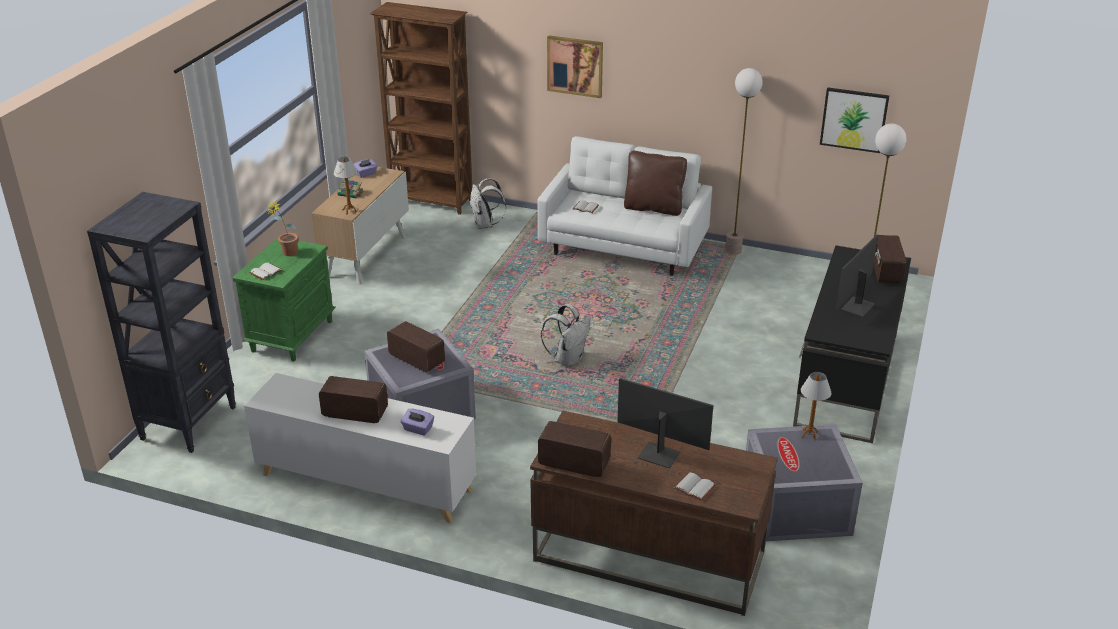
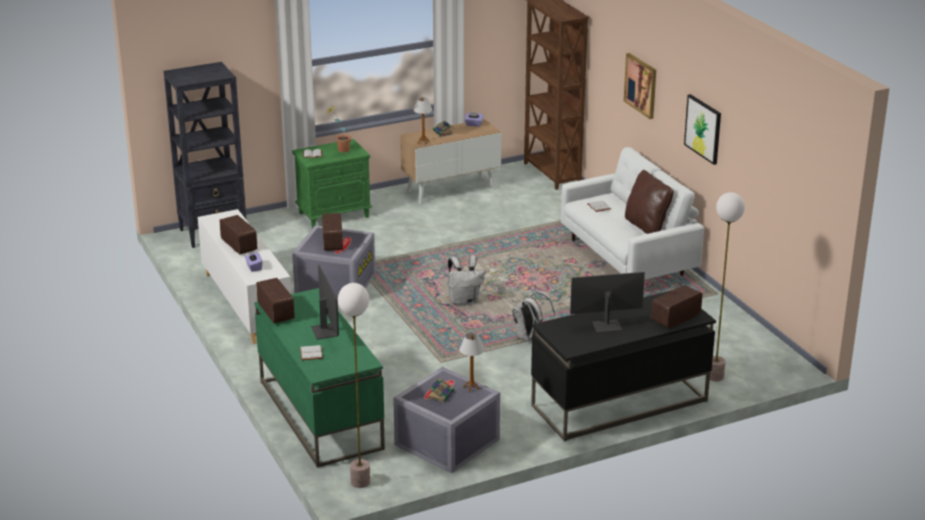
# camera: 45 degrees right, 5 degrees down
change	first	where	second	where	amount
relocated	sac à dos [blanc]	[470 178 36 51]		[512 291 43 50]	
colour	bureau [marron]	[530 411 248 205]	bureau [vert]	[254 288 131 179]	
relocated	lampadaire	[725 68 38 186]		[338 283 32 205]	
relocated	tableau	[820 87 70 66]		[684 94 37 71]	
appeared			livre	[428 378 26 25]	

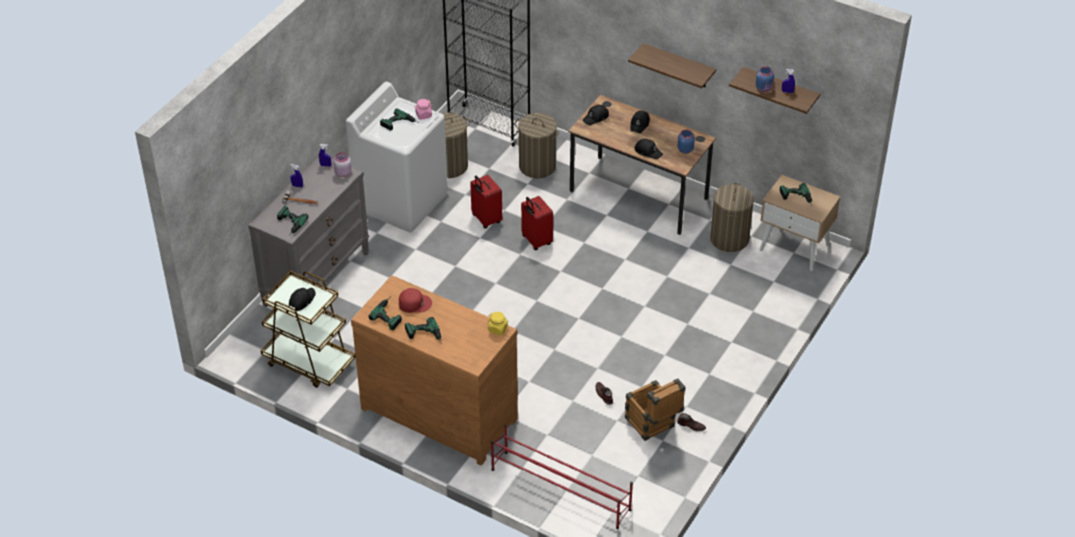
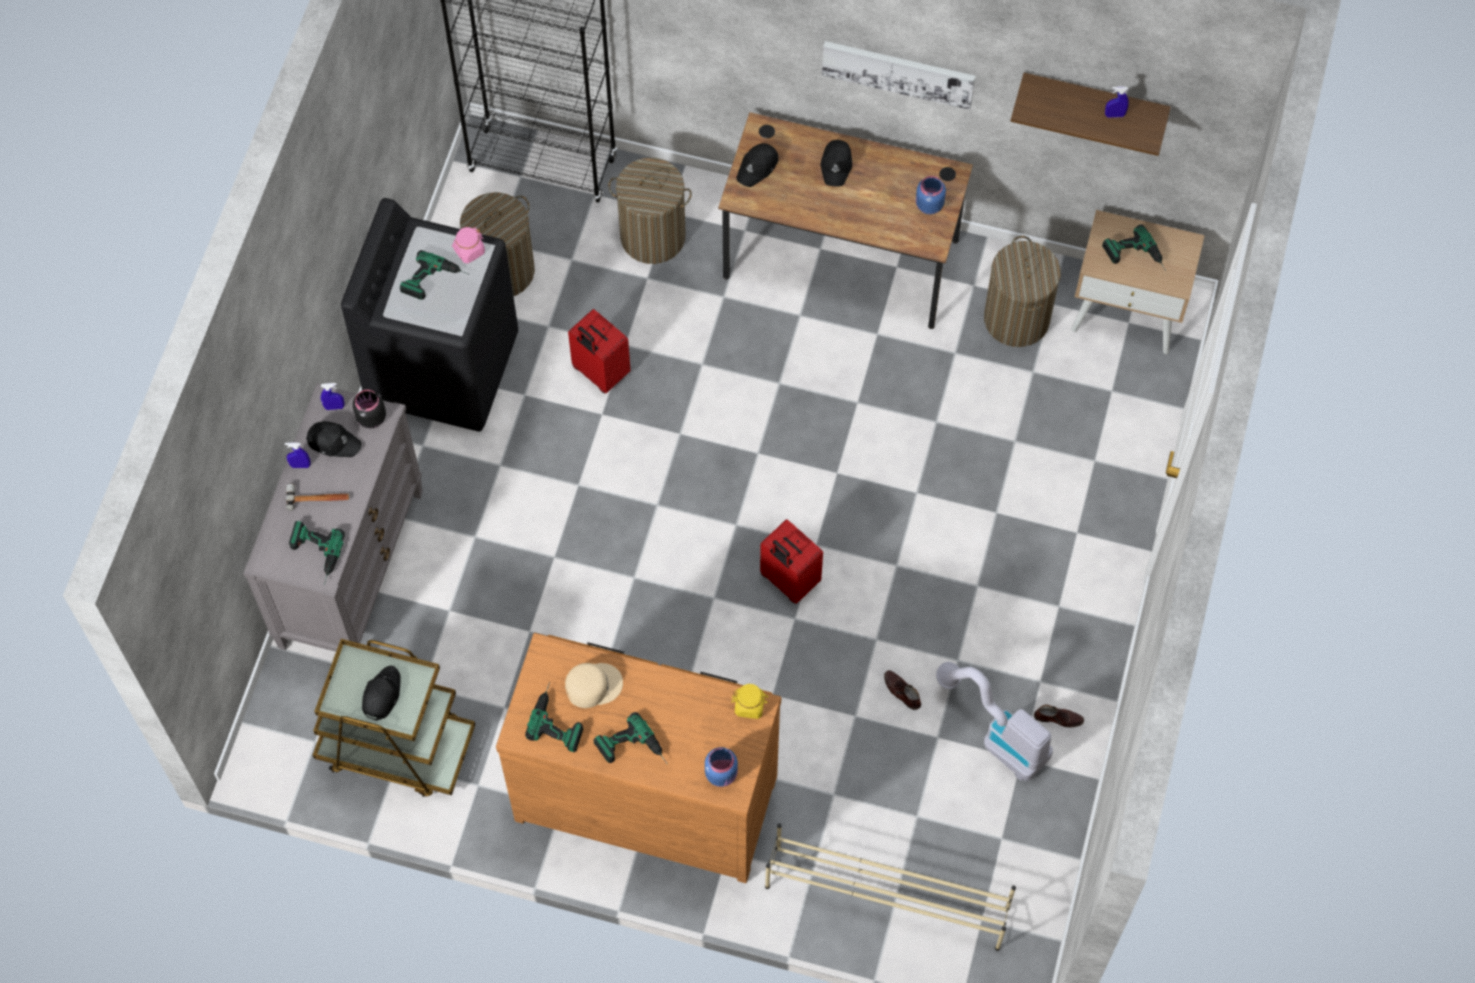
# camera: 15 degrees left, 20 degrees up
change	first	where	second	where	amount
colour	bocal [rose]	[334 152 18 25]	bocal [noir]	[353 390 33 38]	
colour	lave-linge [blanc]	[346 82 102 151]	lave-linge [noir]	[341 198 177 234]	
colour	casquette [rouge]	[399 288 33 25]	casquette [beige]	[565 663 58 45]	
colour	étagère à chaussures [rouge]	[491 424 142 105]	étagère à chaussures [beige]	[765 823 251 128]	
relocated	valise [rouge]	[521 196 32 54]		[760 519 63 85]	
exchanged	caisse	[625 379 60 62]	aspirateur	[936 662 117 119]	
exchanged	étagère	[628 43 88 45]	tableau	[822 41 153 69]	
relocated	casquette [noir]	[634 139 29 20]		[306 421 56 36]	
relocated	bocal [bleu]	[756 66 18 26]		[705 747 33 40]	

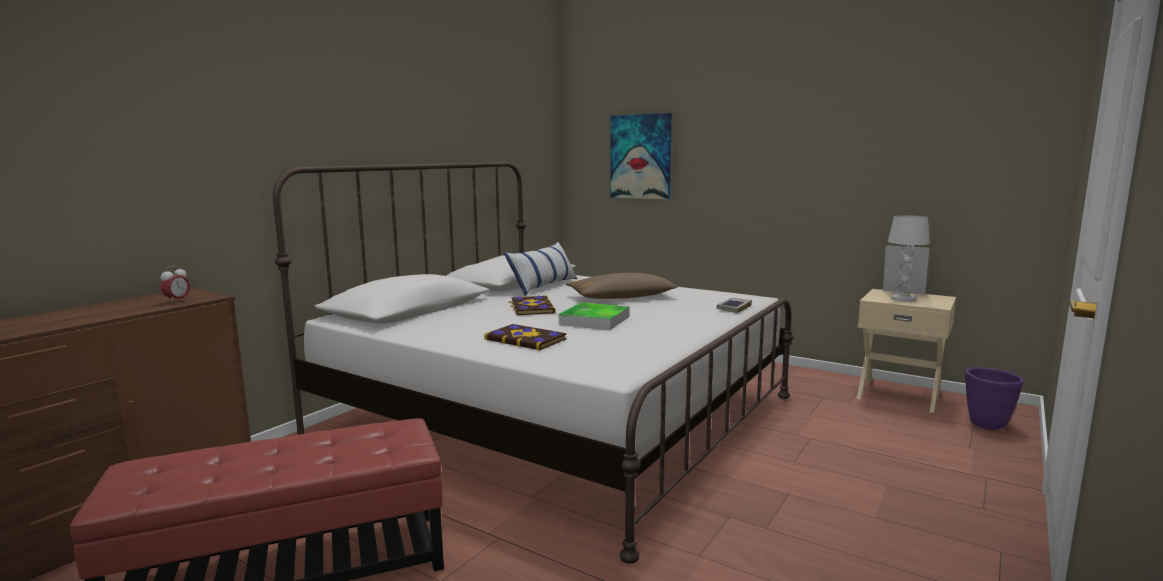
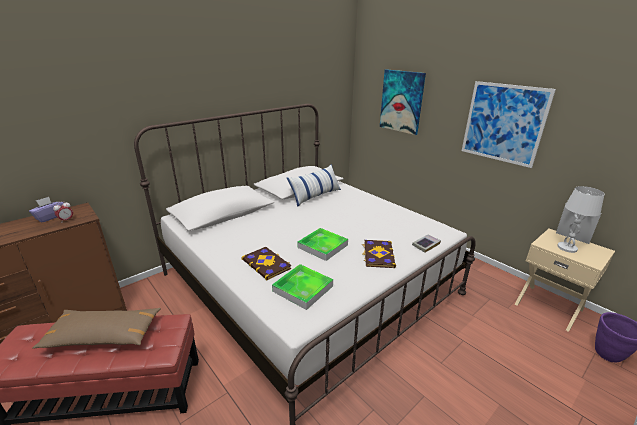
# camera: 15 degrees right, 15 degrees up
change	first	where	second	where	amount
relocated	livre	[509 295 46 20]		[362 240 34 28]	
relocated	coussin [marron]	[566 273 112 26]		[32 308 129 41]	
appeared			boîte à mouchoirs [violet]	[29 197 35 26]	
appeared			plateau	[272 264 61 46]	
appeared			tableau	[462 81 94 87]	

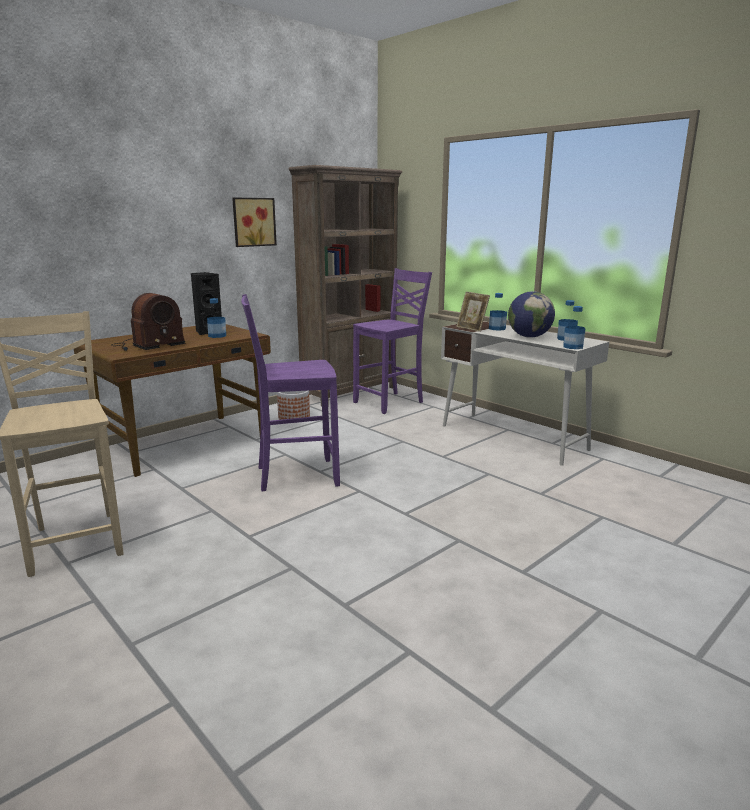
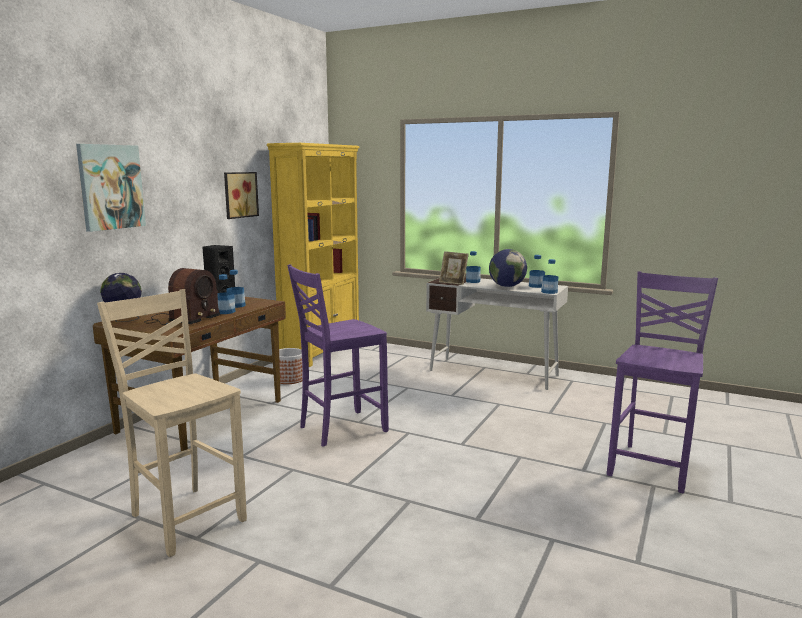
# camera: 20 degrees left, 5 degrees down
change	first	where	second	where	amount
colour	bibliothèque [marron]	[288 165 114 241]	bibliothèque [jaune]	[267 143 93 224]	
relocated	chaise [violet]	[353 268 79 146]		[607 272 111 222]	
appeared			tableau	[76 144 70 88]	
appeared			globe	[100 273 42 49]	
appeared			bouteille	[217 274 18 40]	

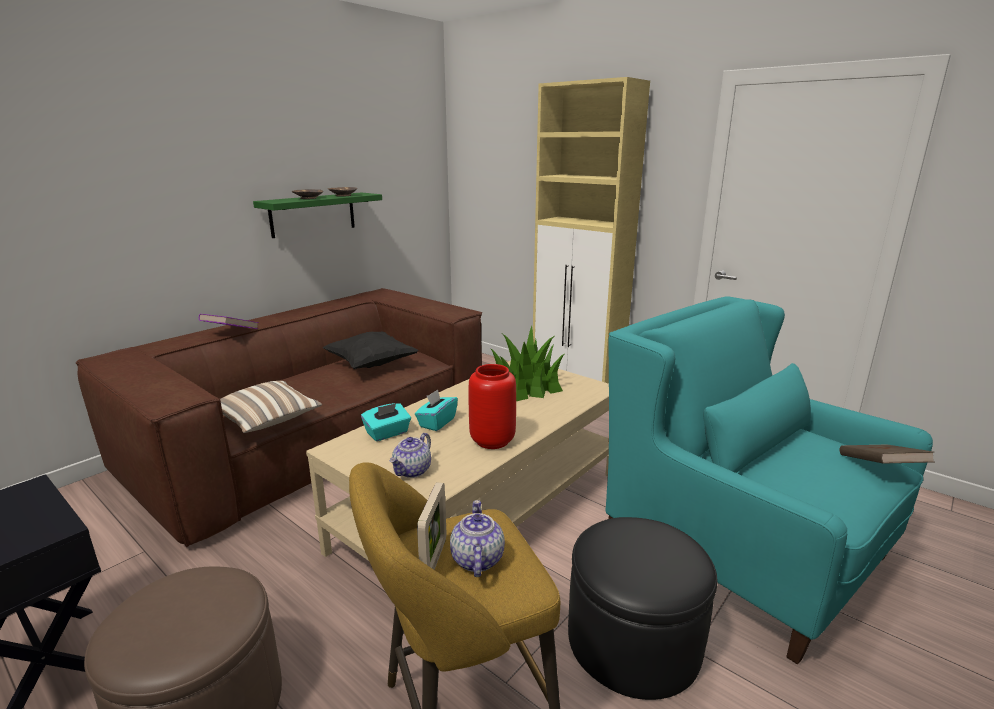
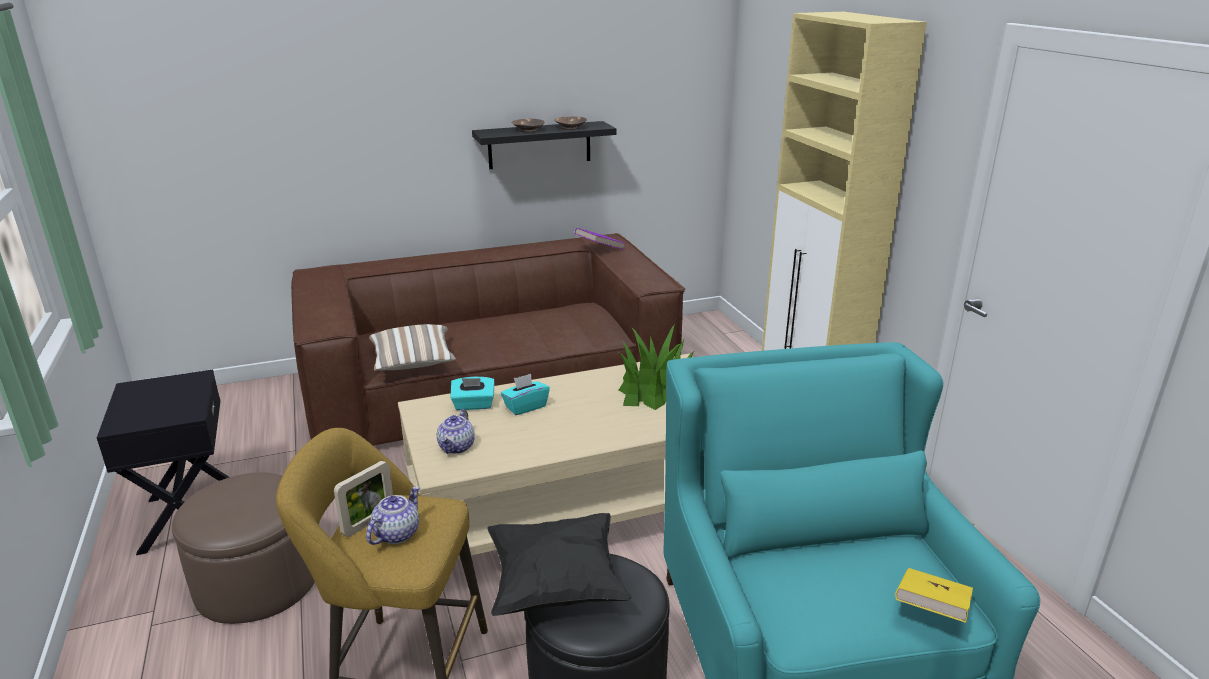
# camera: 30 degrees right, 5 degrees up
change	first	where	second	where	amount
relocated	livre [violet]	[199 314 60 15]		[575 228 51 22]	
colour	étagère [vert]	[253 192 129 46]	étagère [noir]	[472 121 144 48]	
relocated	coussin [noir]	[322 331 97 38]		[488 513 144 103]	
spun	théière	[390 433 41 45]		[437 410 38 44]	45 degrees counterclockwise
missing	vase [rouge]	[468 364 48 85]			
colour	livre [marron]	[839 445 95 19]	livre [jaune]	[895 568 78 55]	

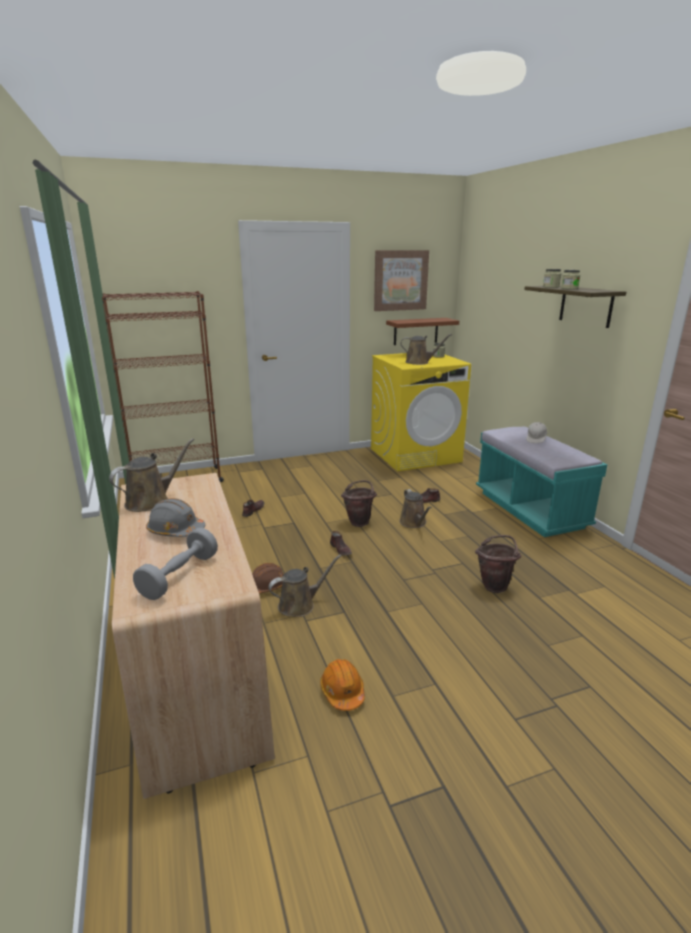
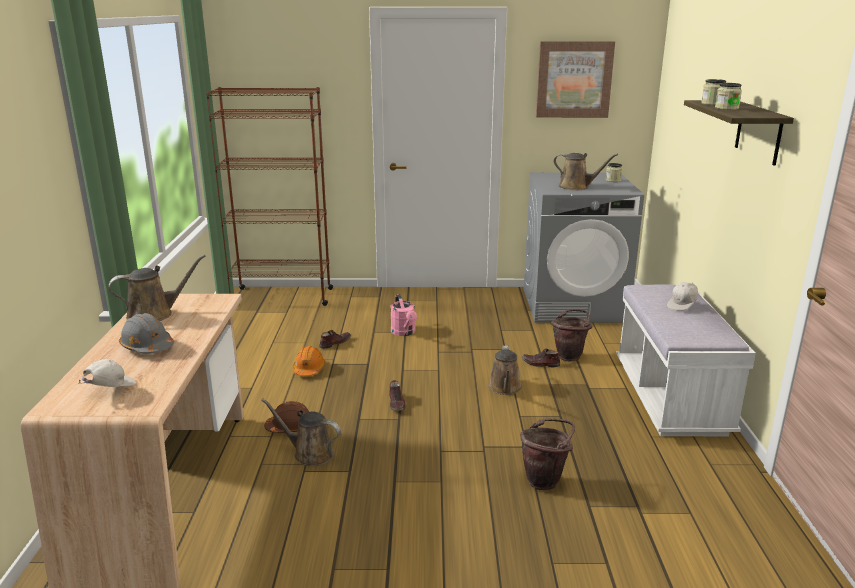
# camera: 20 degrees right, 0 degrees up
change	first	where	second	where	amount
exchanged	haltère [gris]	[133 528 85 72]	casquette [blanc]	[79 359 58 28]	
spun	arrosoir [marron]	[268 554 74 63]		[261 399 80 67]	150 degrees counterclockwise
relocated	casque de chantier [orange]	[320 659 45 52]		[293 346 32 30]	
relocated	seau [marron]	[341 480 36 47]		[551 309 41 52]	
colour	lave-linge [jaune]	[371 353 100 118]	lave-linge [gris]	[524 172 120 151]	
missing	étagère [marron]	[386 318 73 27]			
colour	banc [turquoise]	[476 427 131 110]	banc [blanc]	[616 284 140 152]	
appeared			arrosoir [rose]	[390 294 27 42]	

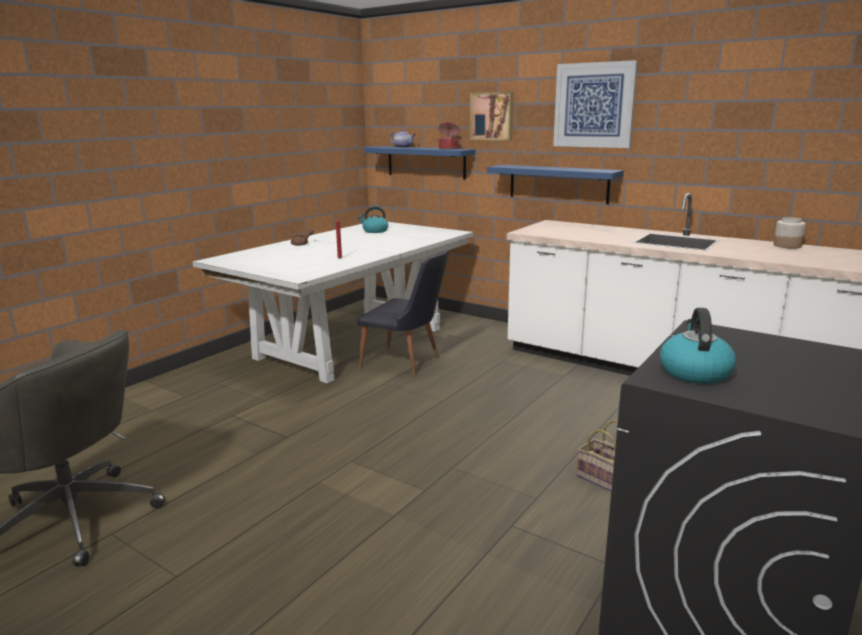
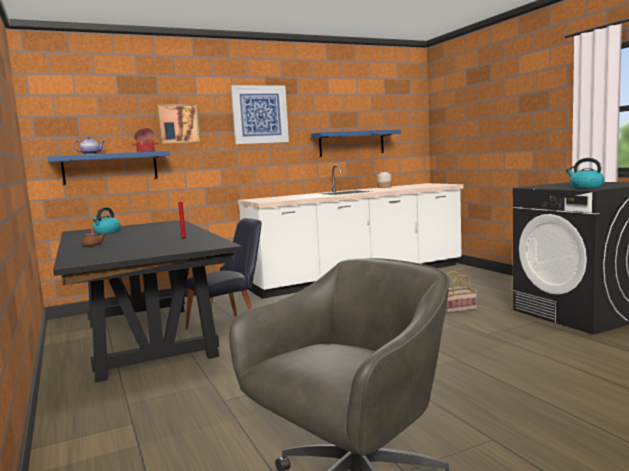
# camera: 60 degrees left, 10 degrees down
change	first	where	second	where	amount
colour	table à manger [blanc]	[192 222 281 161]	table à manger [noir]	[53 220 189 163]	
relocated	étagère [bleu]	[487 165 137 39]		[311 129 90 27]	

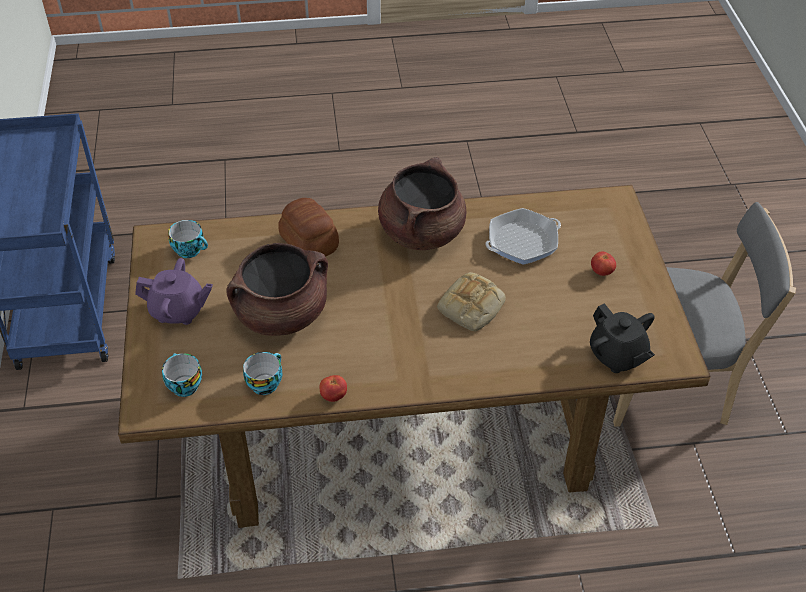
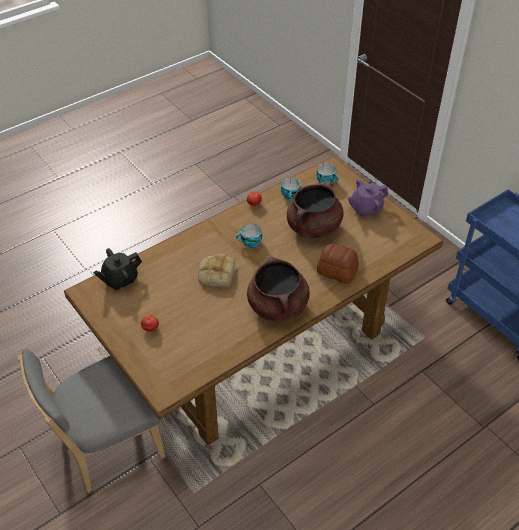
# camera: 150 degrees right, 0 degrees up
change	first	where	second	where	amount
relocated	tasse	[168 220 40 38]		[236 224 26 24]	
missing	poêle	[486 208 75 57]			
spun	théière [noir]	[590 303 65 70]		[93 248 49 42]	60 degrees counterclockwise

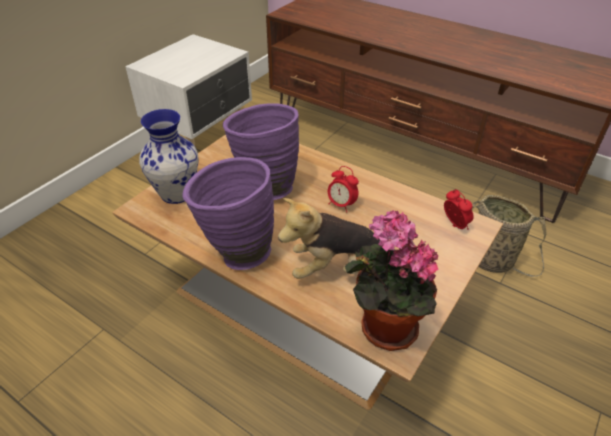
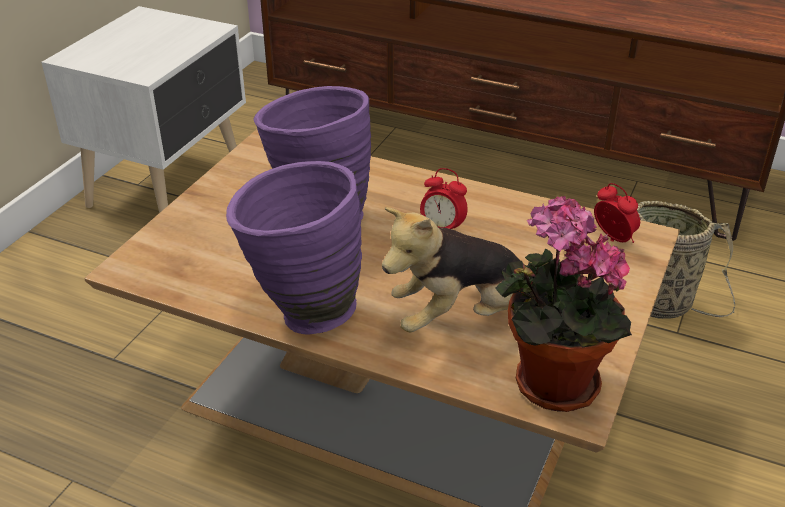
# camera: 10 degrees left, 5 degrees down
change	first	where	second	where	amount
missing	vase	[139 109 60 95]			

